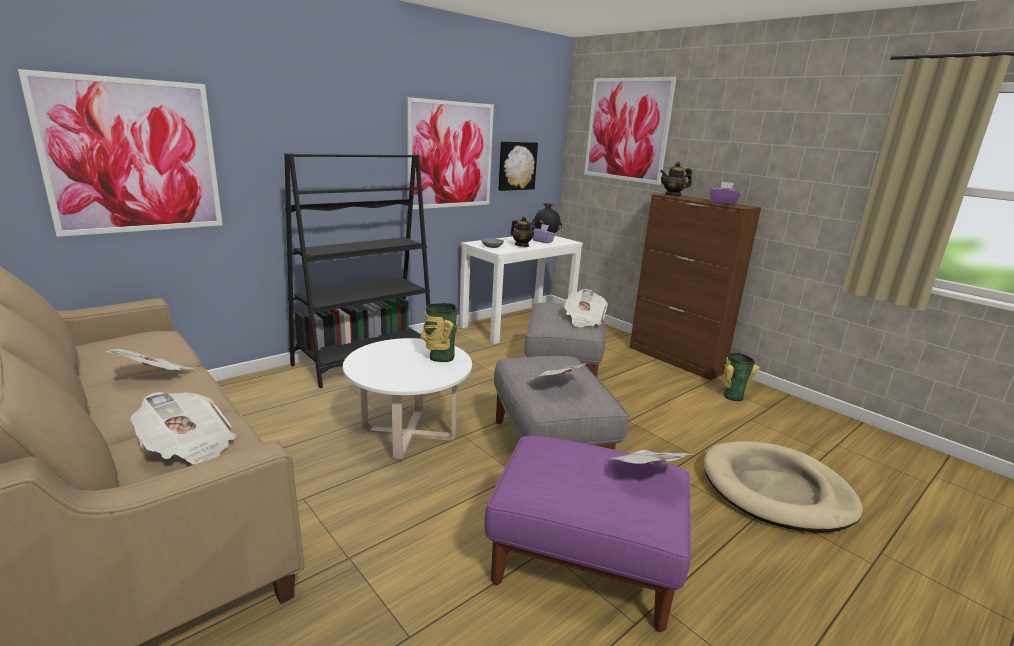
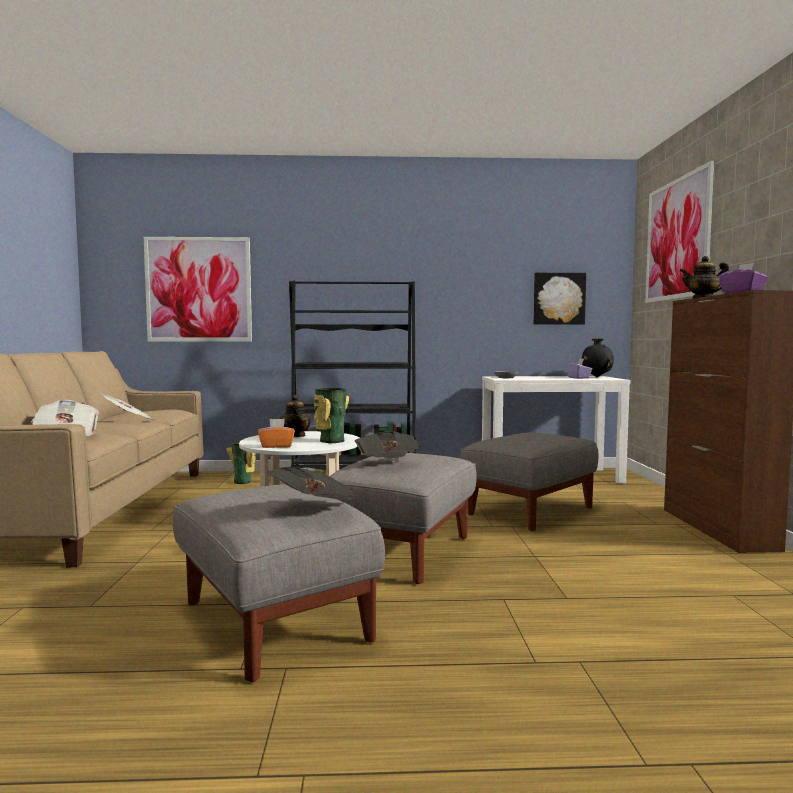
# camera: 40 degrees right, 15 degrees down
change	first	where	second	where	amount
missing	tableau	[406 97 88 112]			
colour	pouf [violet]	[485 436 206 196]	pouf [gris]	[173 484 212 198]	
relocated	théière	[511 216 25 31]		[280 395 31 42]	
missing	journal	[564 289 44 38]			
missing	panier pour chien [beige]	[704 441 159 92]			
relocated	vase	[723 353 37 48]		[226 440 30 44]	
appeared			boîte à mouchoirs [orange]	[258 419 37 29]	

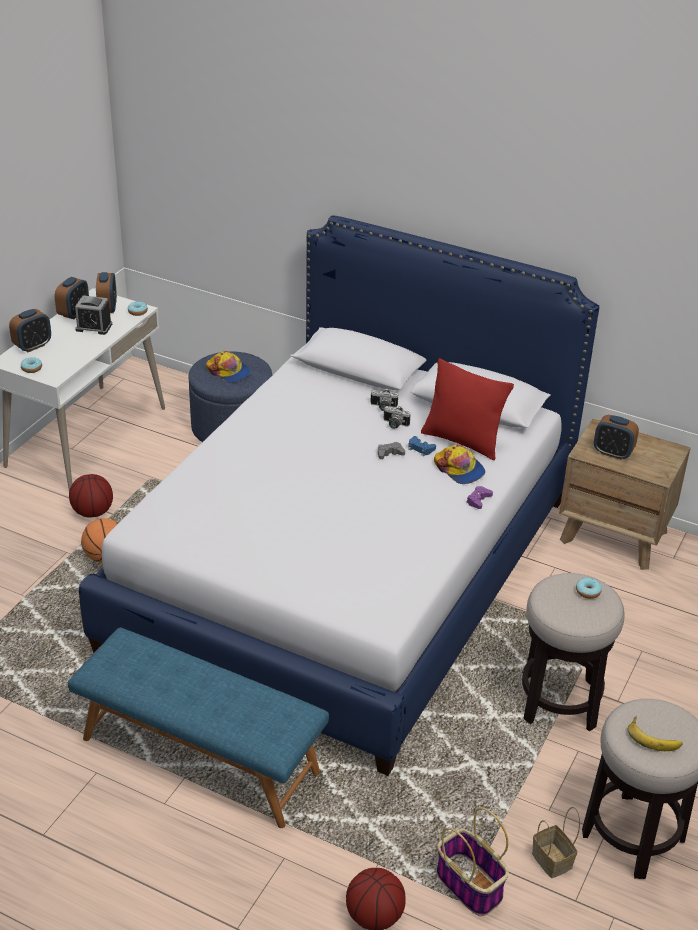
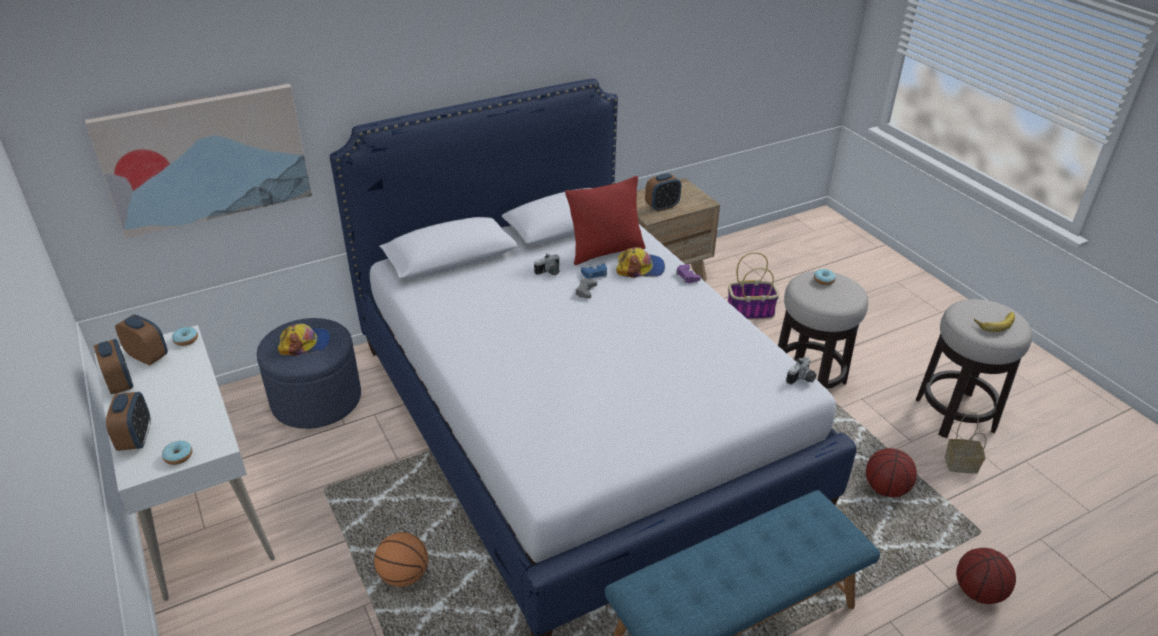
# camera: 55 degrees left, 0 degrees up
change	first	where	second	where	amount
relocated	ballon de basket	[69 474 44 44]		[866 448 51 49]	
missing	réveil	[75 295 37 40]			
relocated	appareil photo	[371 389 27 22]		[786 357 31 28]	
relocated	panier	[437 807 72 109]		[728 252 51 68]	
appeared			tableau	[85 84 227 155]	

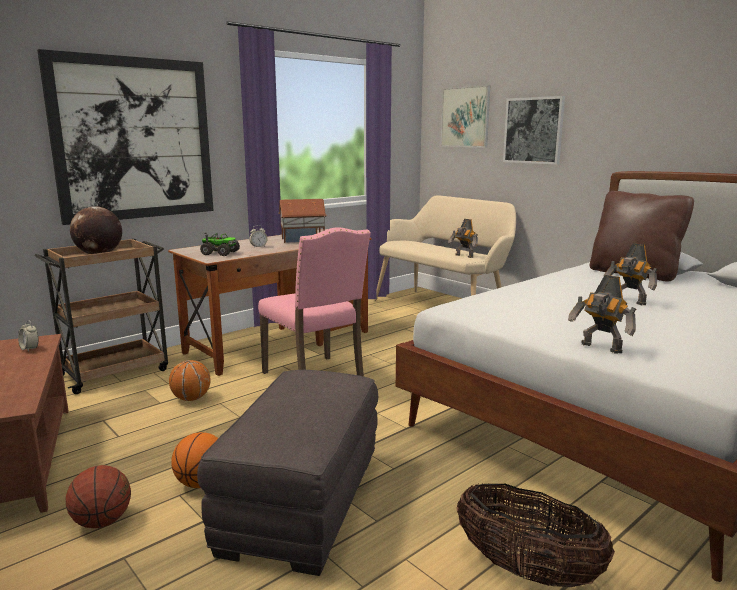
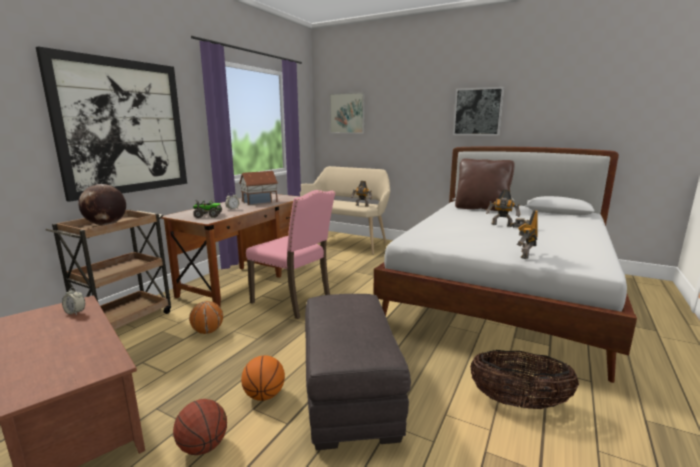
# camera: 20 degrees left, 0 degrees up
change	first	where	second	where	amount
relocated	tableau	[503 96 62 69]		[453 87 51 49]	
spun	robot jouet	[568 275 68 79]		[512 210 26 49]	90 degrees clockwise

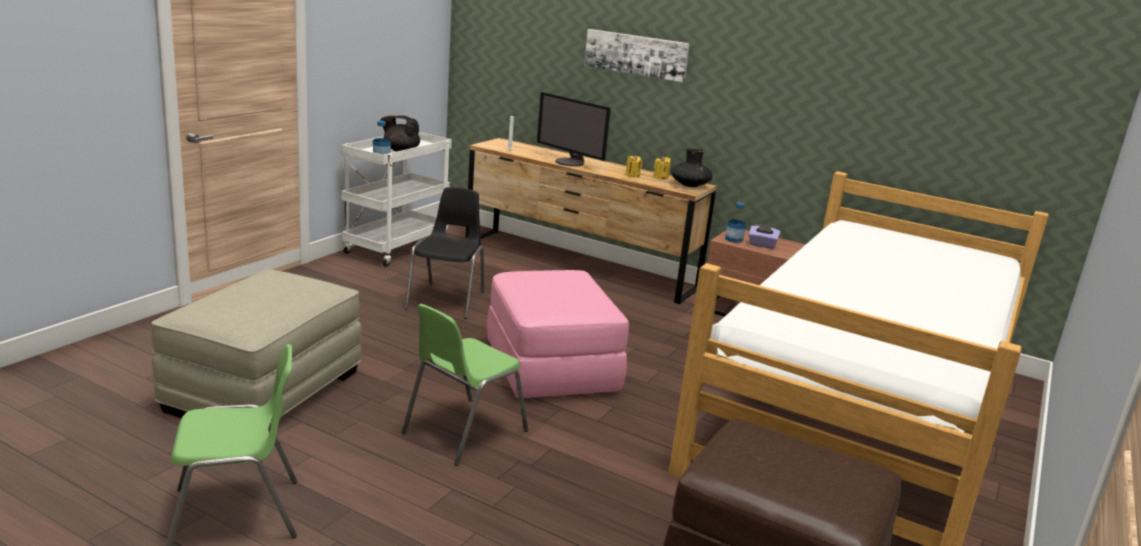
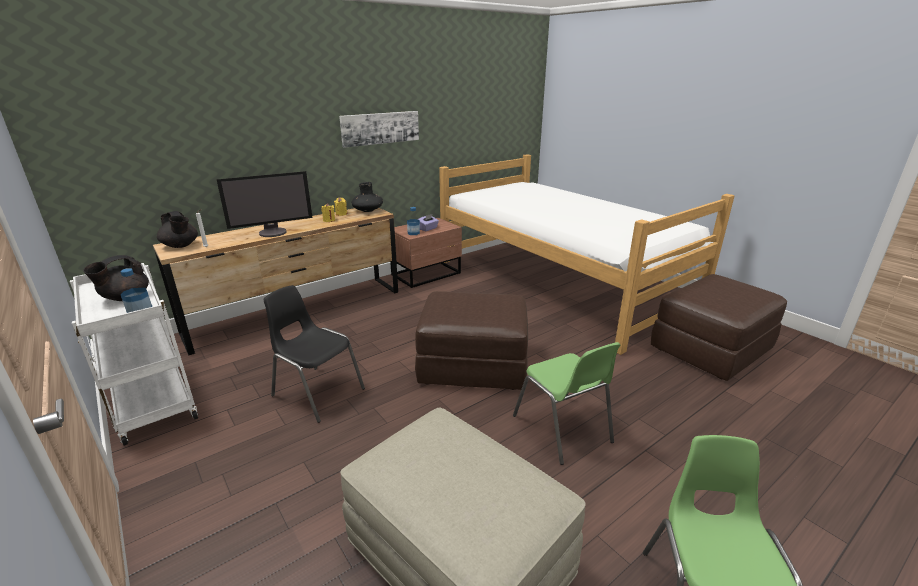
# camera: 65 degrees left, 5 degrees up
change	first	where	second	where	amount
colour	pouf [rose]	[487 270 142 128]	pouf [marron]	[415 291 113 99]	
relocated	tableau	[584 29 106 53]		[339 111 80 37]	
appeared			théière [noir]	[157 211 41 37]	

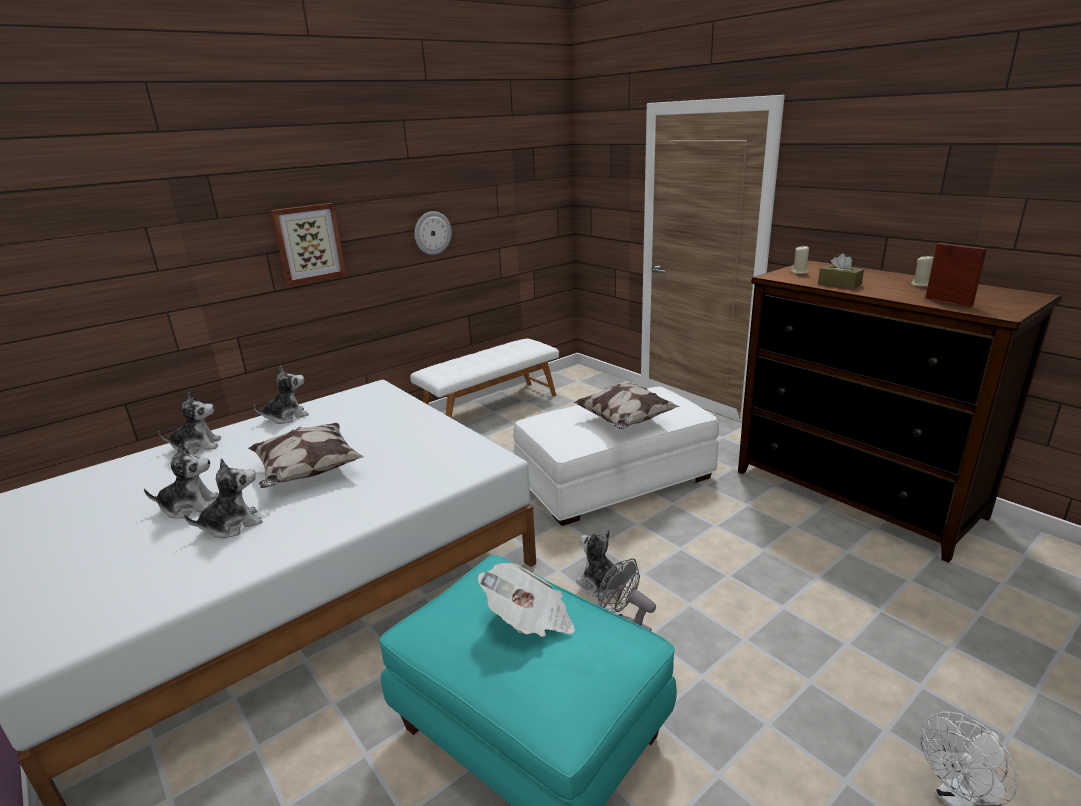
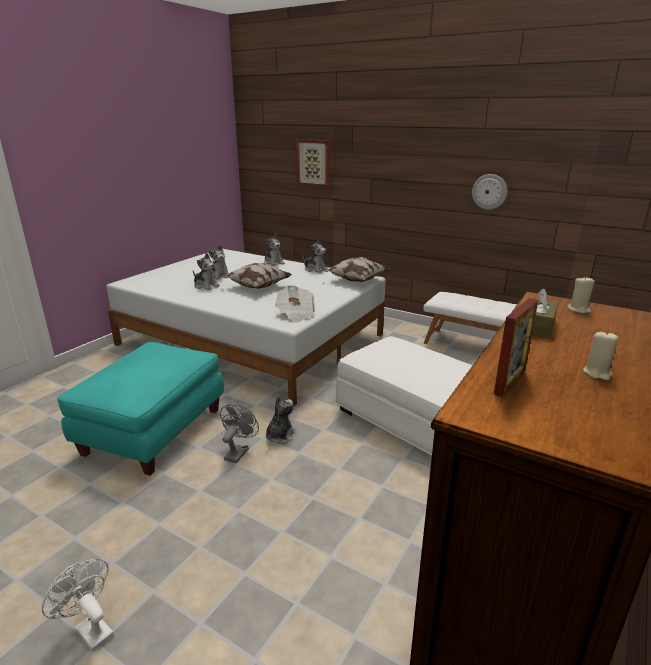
# camera: 70 degrees right, 0 degrees up
change	first	where	second	where	amount
relocated	tableau	[271 203 75 83]		[296 139 34 49]	
relocated	journal	[478 563 97 74]		[275 285 40 38]	
relocated	coussin	[574 383 106 46]		[322 257 68 25]	

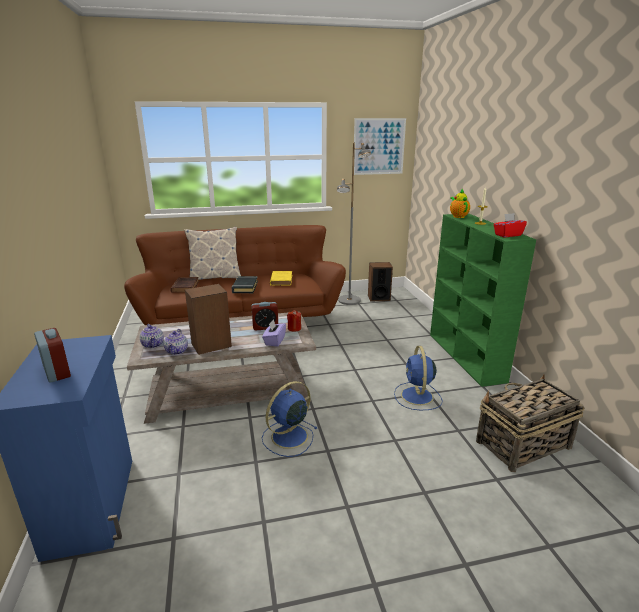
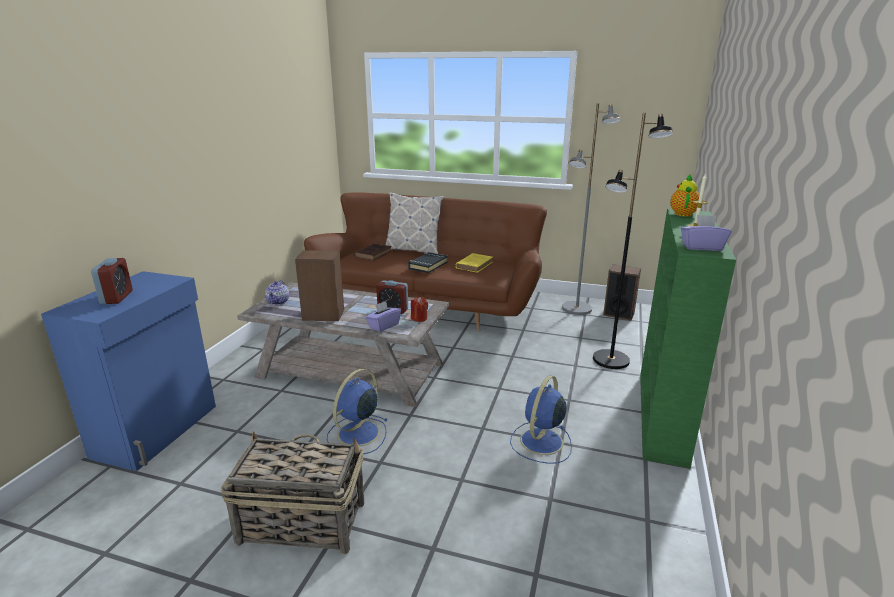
# camera: 30 degrees right, 0 degrees up
change	first	where	second	where	amount
missing	théière	[164 329 24 26]			
spun	ventilateur [bleu]	[262 381 56 76]		[327 369 60 85]	45 degrees counterclockwise
missing	tableau	[354 118 52 57]			
relocated	panier	[476 374 108 98]		[221 431 143 123]	
colour	boîte à mouchoirs [rouge]	[493 213 34 24]	boîte à mouchoirs [violet]	[681 215 51 36]	
appeared			lampadaire [noir]	[593 112 80 257]	

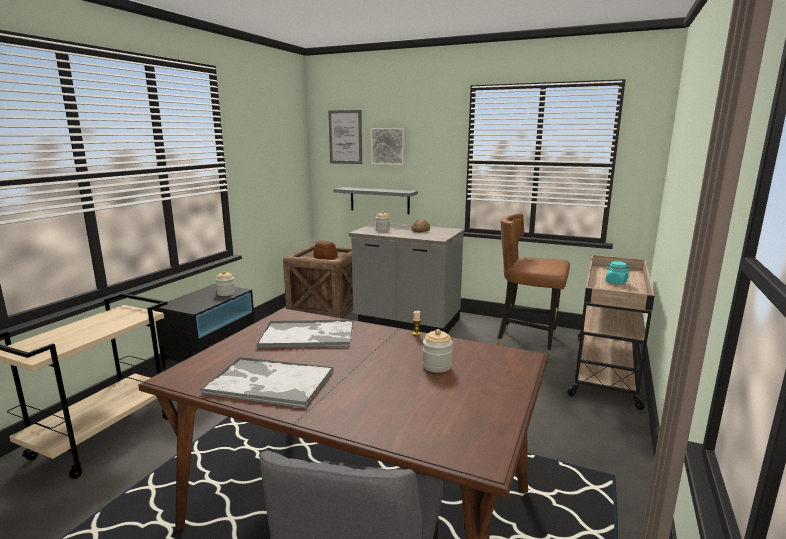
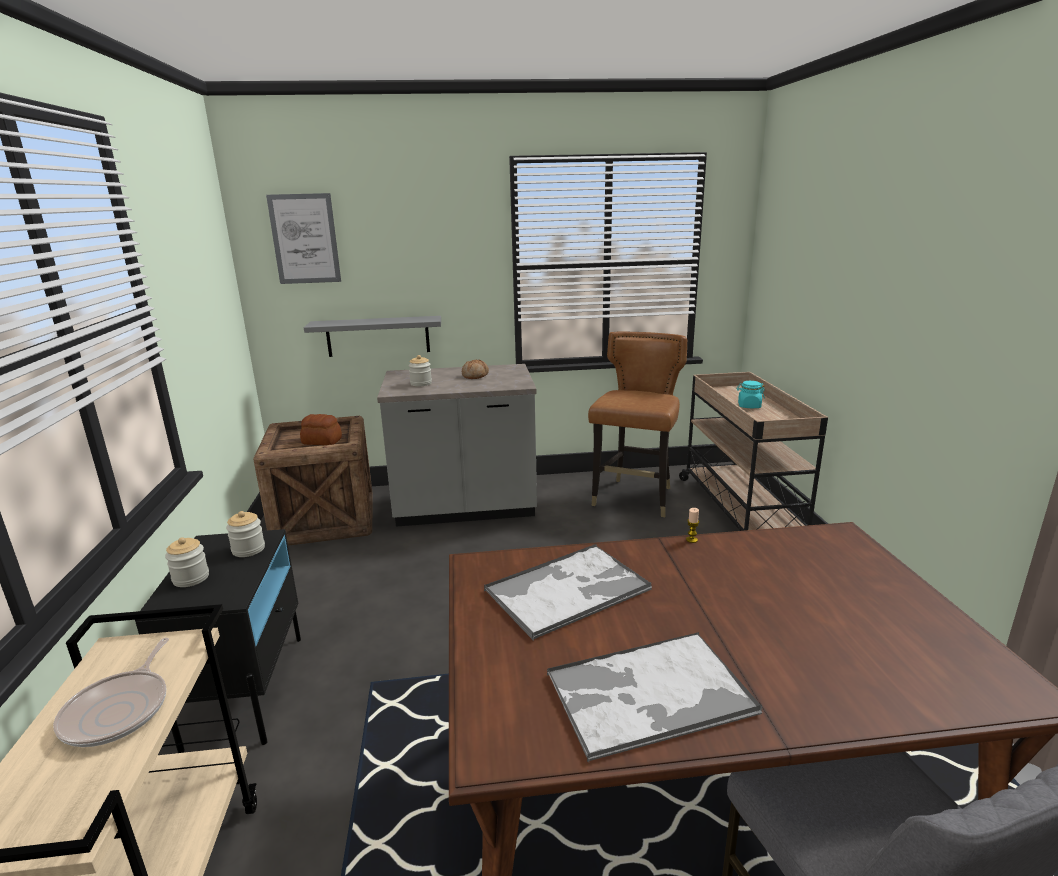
# camera: 30 degrees left, 5 degrees up
change	first	where	second	where	amount
missing	tableau	[371 128 34 37]			
relocated	bocal	[422 329 31 44]		[165 537 44 50]	
spun	chaise [marron]	[496 214 74 145]		[588 332 99 185]	120 degrees clockwise
appeared			poêle	[53 638 116 109]	

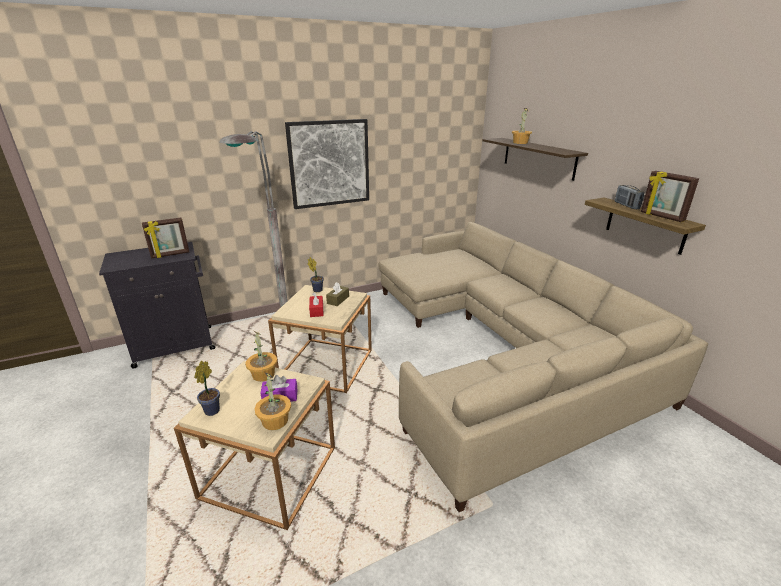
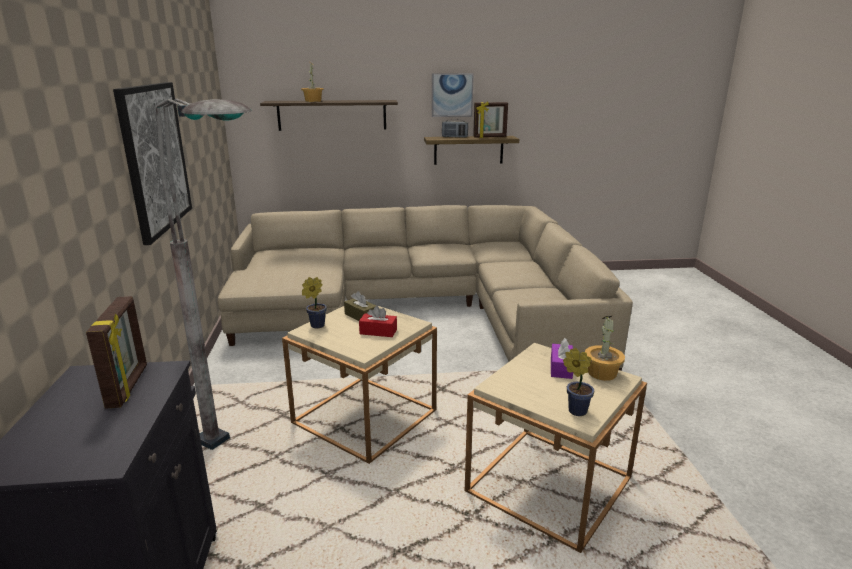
# camera: 70 degrees left, 5 degrees down
change	first	where	second	where	amount
missing	plante en pot	[245 331 32 51]			
appeared			tableau	[432 73 42 44]	

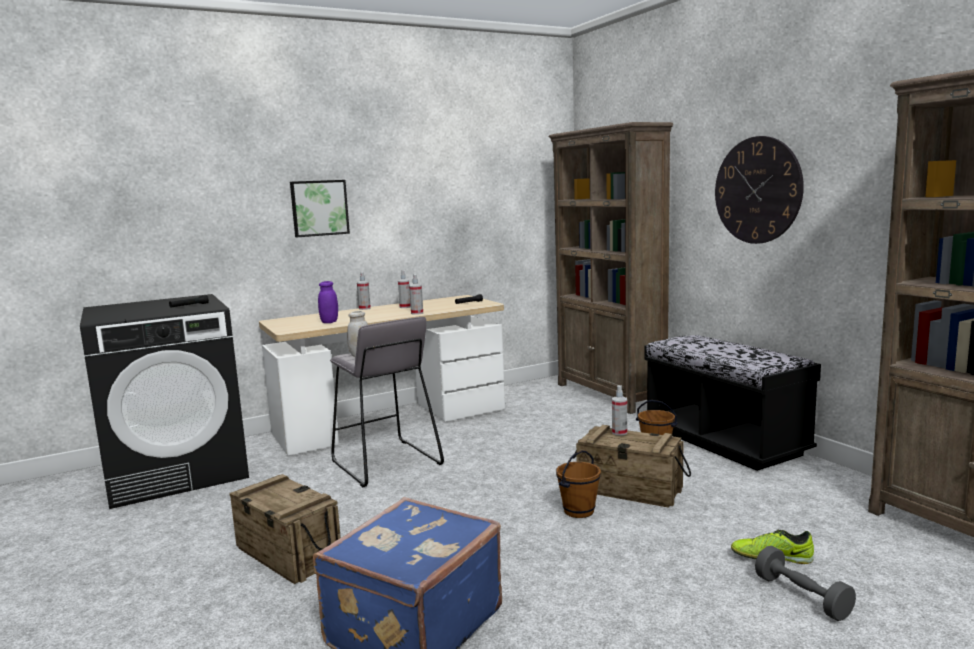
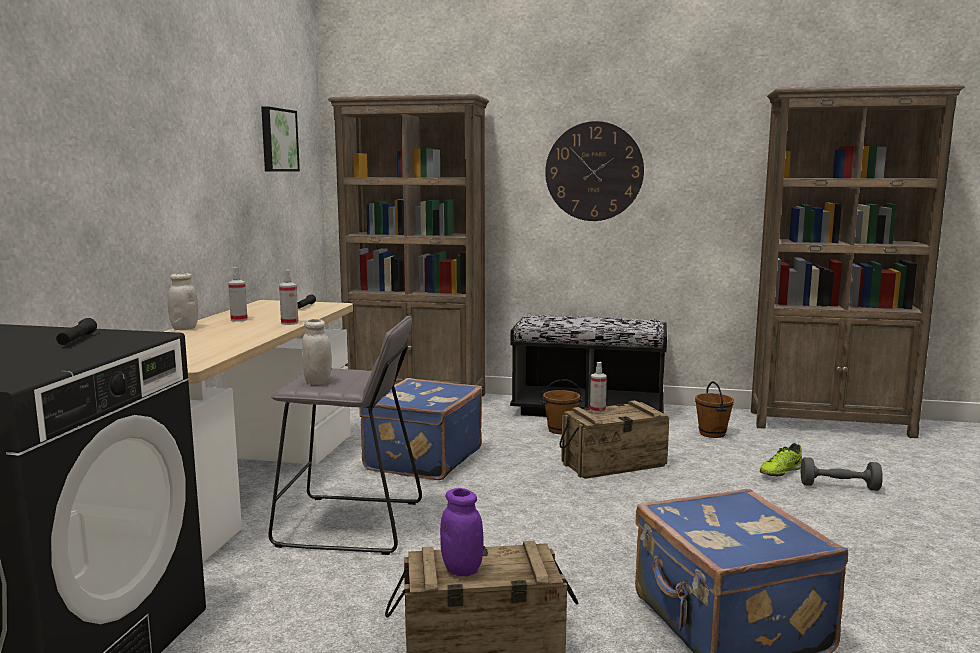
# camera: 50 degrees left, 0 degrees up
change	first	where	second	where	amount
relocated	tableau	[290 180 60 57]		[261 106 39 66]	
relocated	bocal [violet]	[318 281 20 42]		[440 488 43 88]	
exchanged	vaporisateur	[357 272 14 38]	bocal [blanc]	[168 273 30 57]	
relocated	seau [marron]	[556 450 45 68]		[695 381 39 57]	
appeared			valise [bleu]	[359 378 123 102]	

